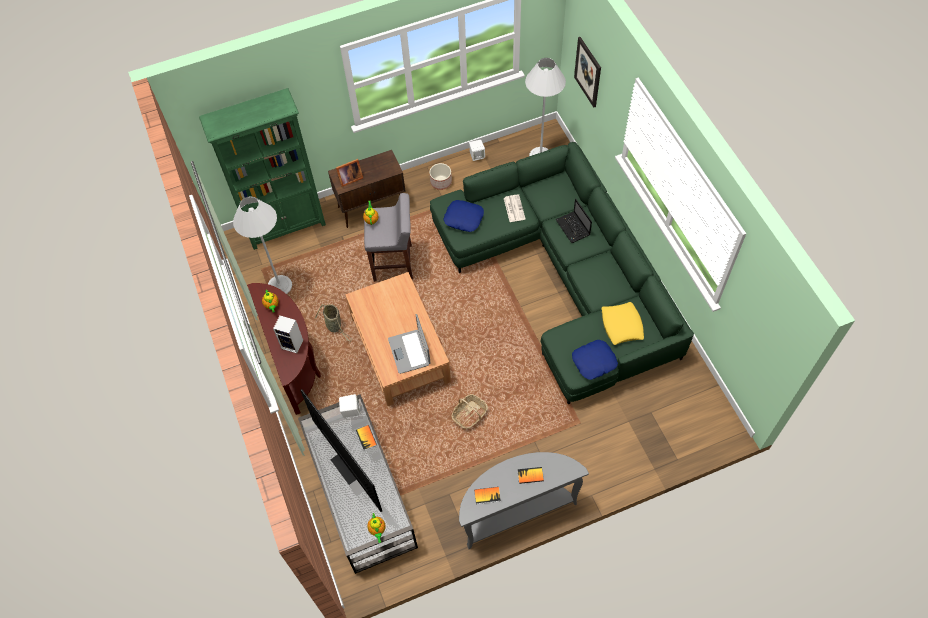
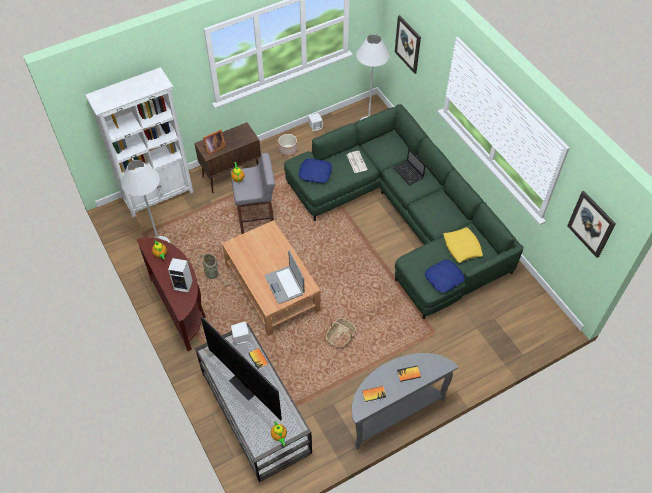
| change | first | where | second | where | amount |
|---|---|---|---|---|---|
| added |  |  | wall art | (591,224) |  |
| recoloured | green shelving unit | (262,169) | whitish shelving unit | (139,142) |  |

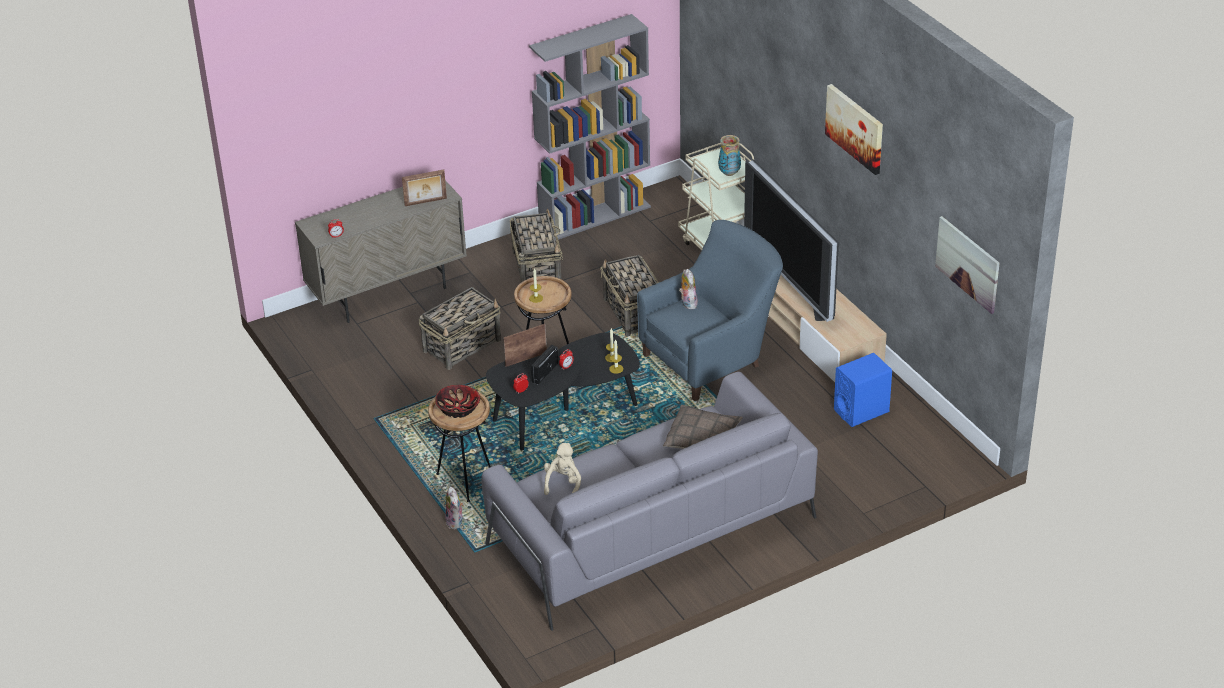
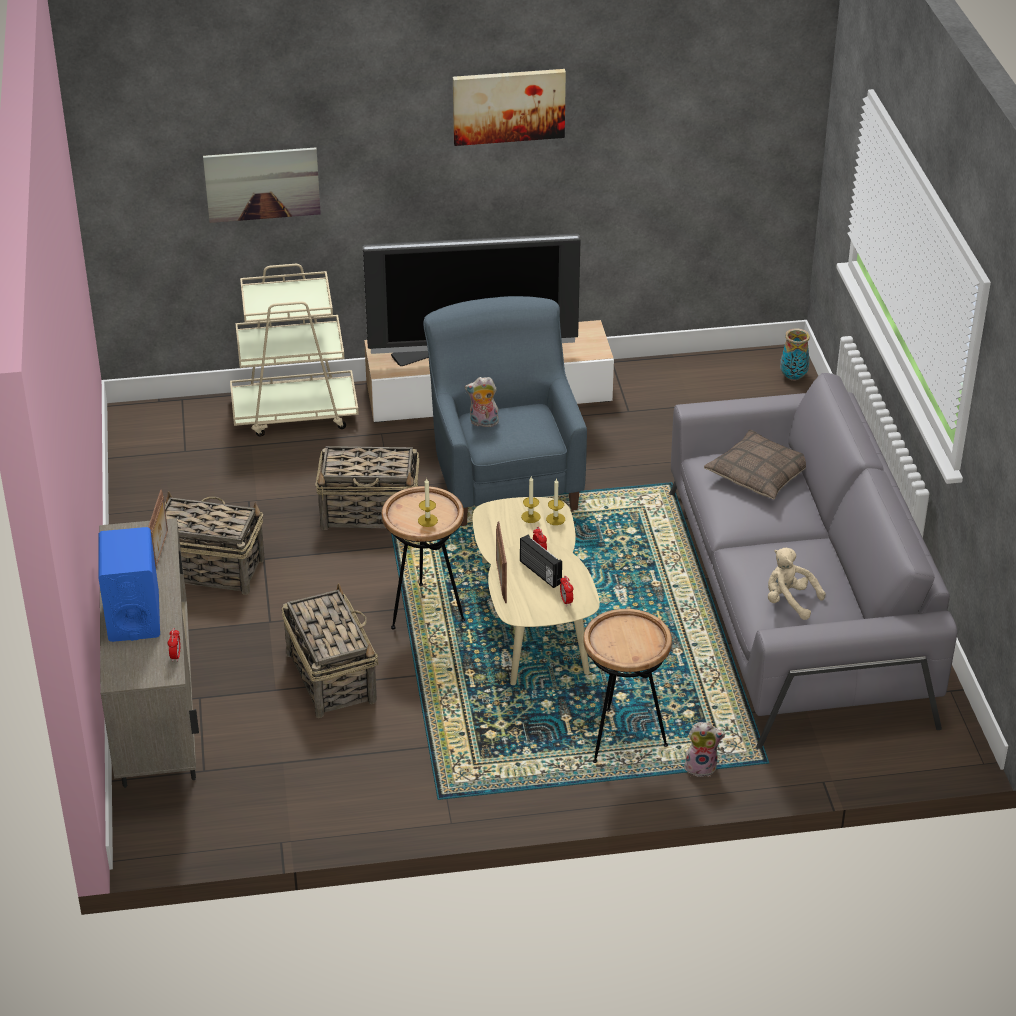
| change | first | where | second | where | amount |
|---|---|---|---|---|---|
| removed | deep dish | (457,401) |  |  |  |
| removed | gray shelving unit | (590,127) |  |  |  |
| moved | flower vase | (729,155) |  | (795,355) |  |
| moved | bluish speaker | (863,390) |  | (129,584) |  |
| moved | wall art | (967,265) |  | (262,185) |  |
| recoloured | blackish lounge table | (563,391) | beige lounge table | (536,591) |  |

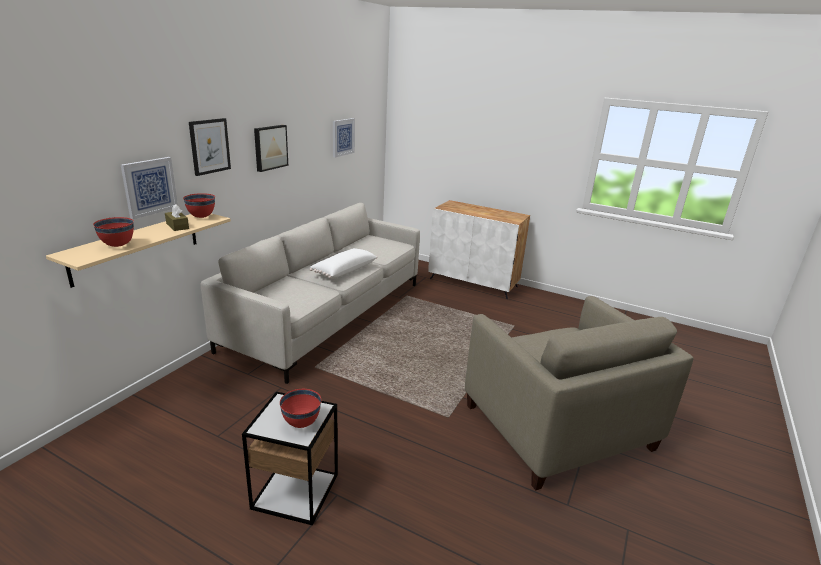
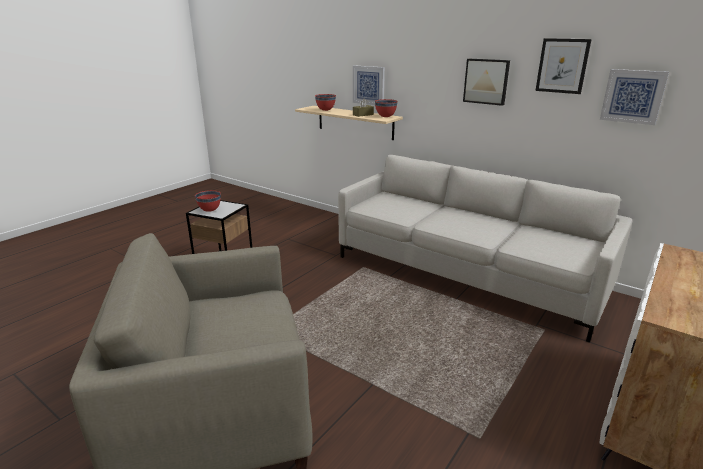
| change | first | where | second | where | amount |
|---|---|---|---|---|---|
| removed | whitish throw pillow | (343,263) |  |  |  |
| moved | wall art | (210,147) |  | (563,66) |  |

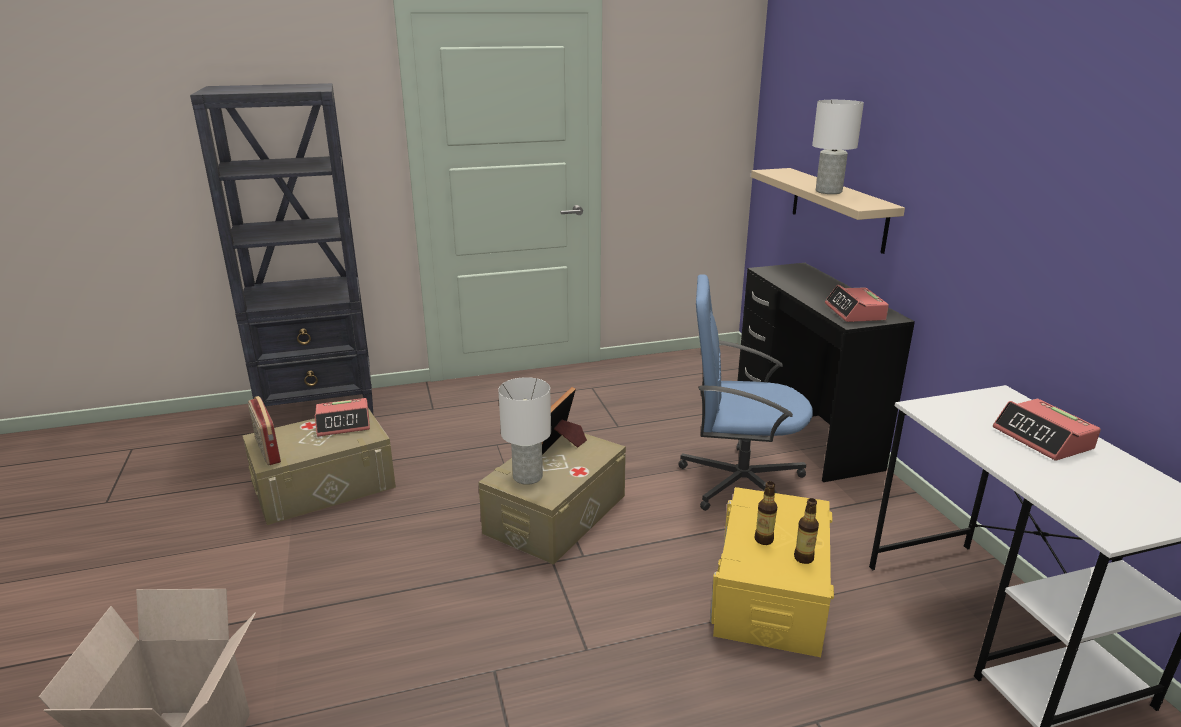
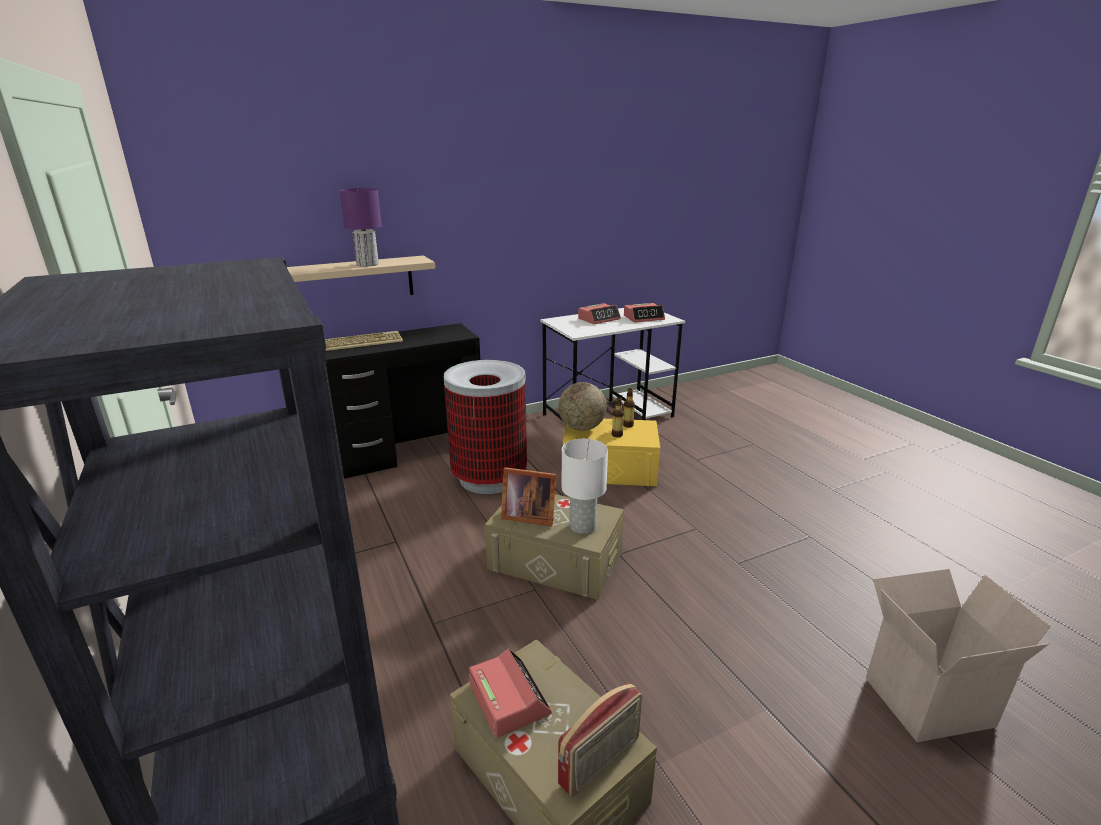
| change | first | where | second | where | amount |
|---|---|---|---|---|---|
| added |  |  | keyboard | (364,341) |  |
| added |  |  | desk globe | (582,406) |  |
| moved | bedside clock | (857,303) |  | (644,312) |  |
| replaced | bluish computer chair | (745,392) | rubbish bin | (485,427) |  |
| recoloured | whitish tabletop lamp | (838,147) | purple tabletop lamp | (360,227) |  |

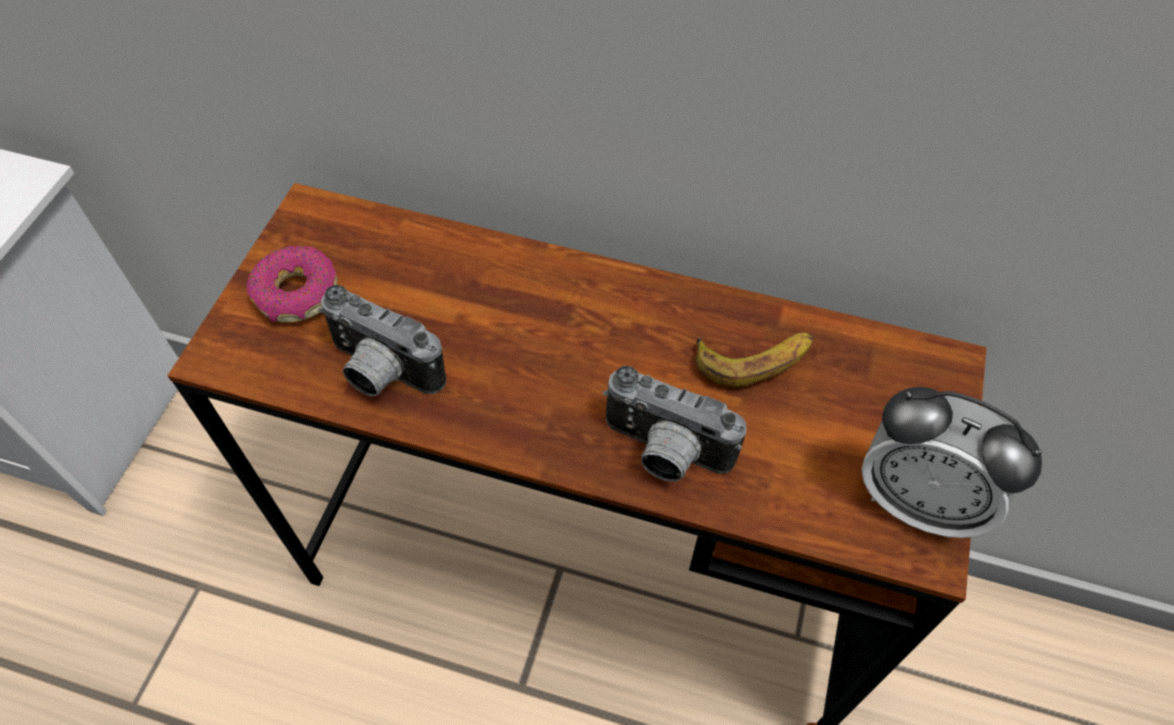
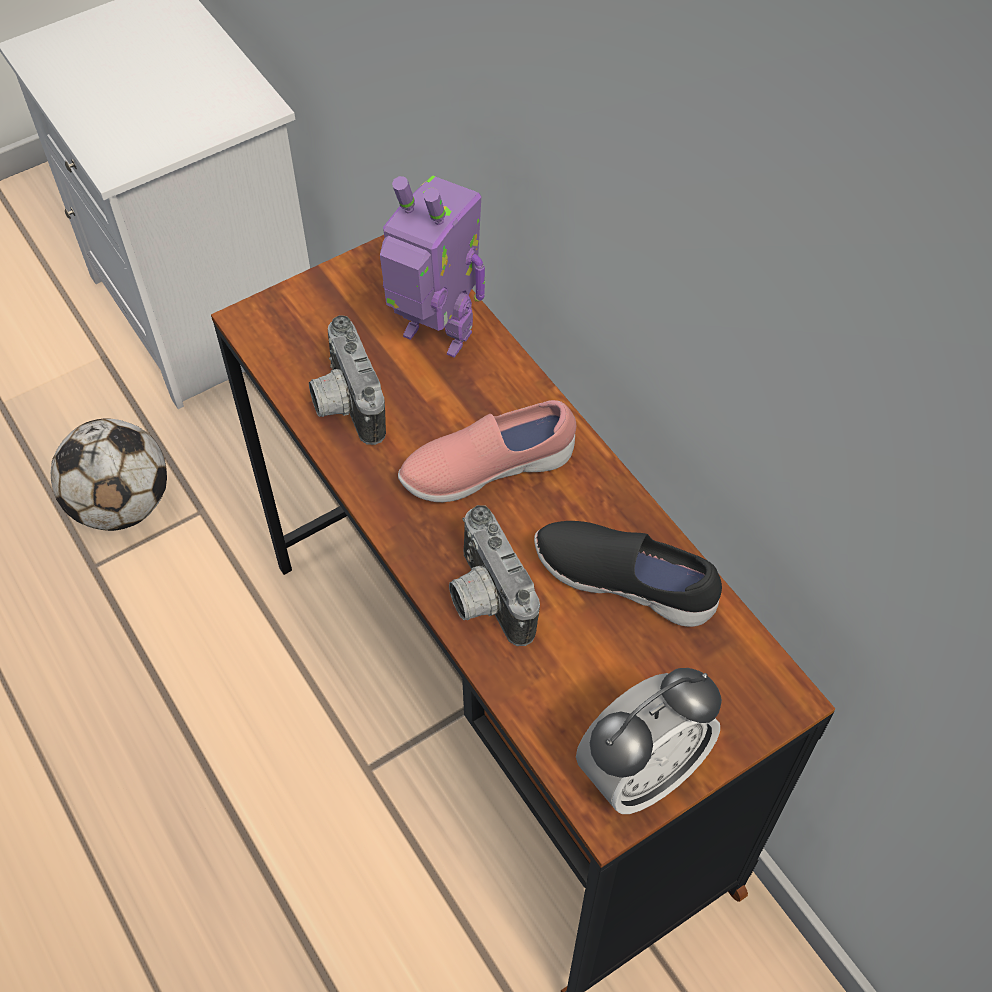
| change | first | where | second | where | amount |
|---|---|---|---|---|---|
| removed | doughnut | (292,284) |  |  |  |
| added |  |  | football ball | (109,474) |  |
| added |  |  | toy robot | (432,266) |  |
| added |  |  | pink item of footwear | (487,451) |  |
| replaced | banana fruit | (754,359) | blackish item of footwear | (628,574) |  |
| turned | bedside clock | (951,462) |  | (649,741) | 105 degrees counterclockwise |

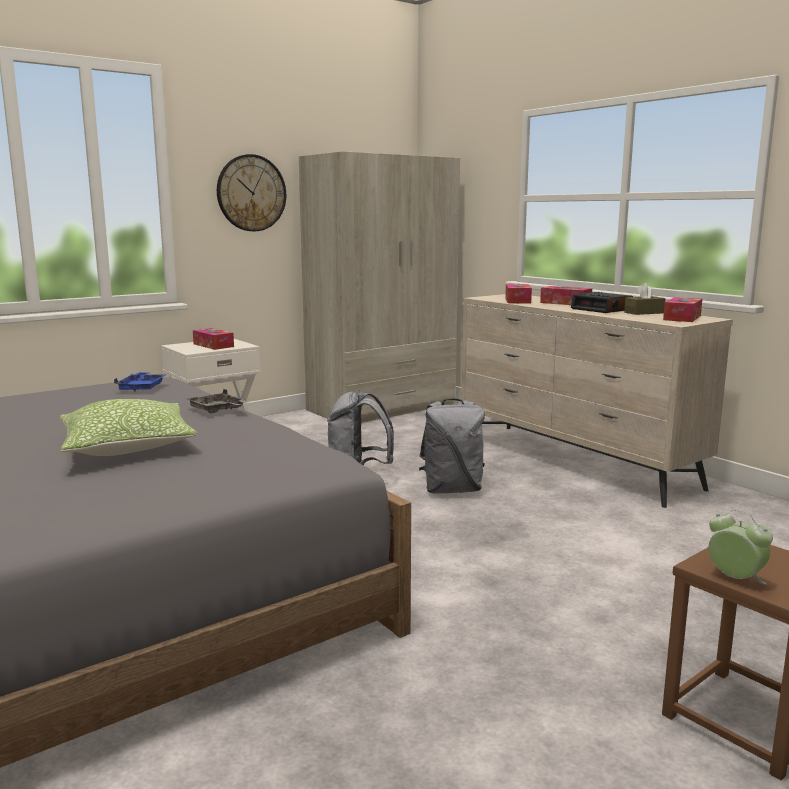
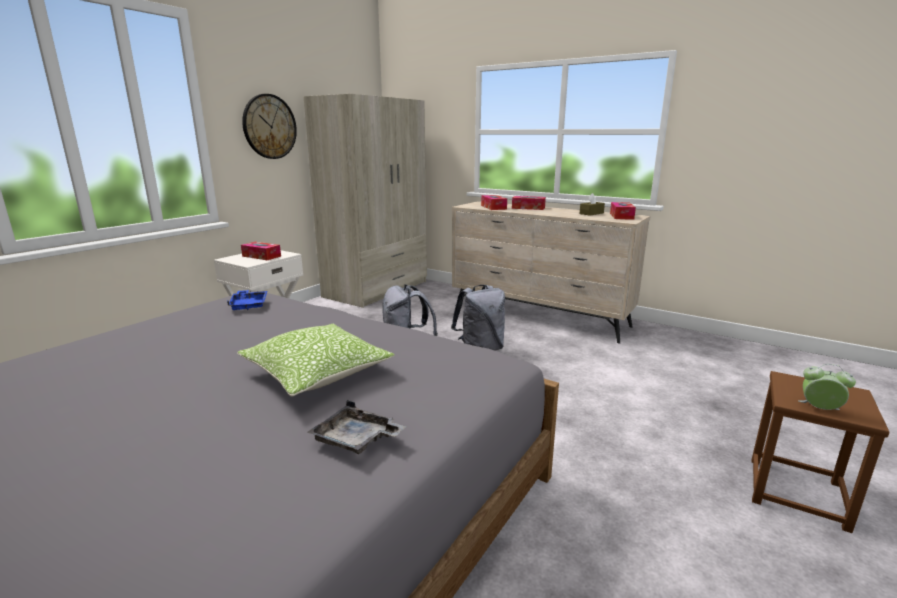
| change | first | where | second | where | amount |
|---|---|---|---|---|---|
| removed | bedside clock | (602,302) |  |  |  |
| moved | gray carrying tray | (218,401) |  | (357,427) |  |

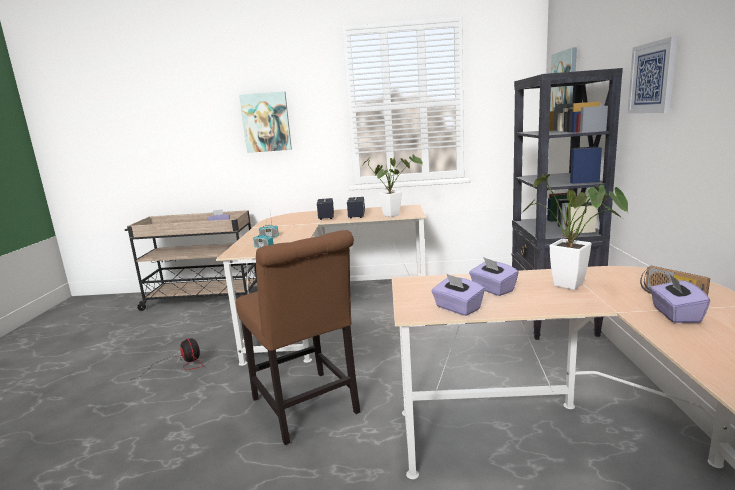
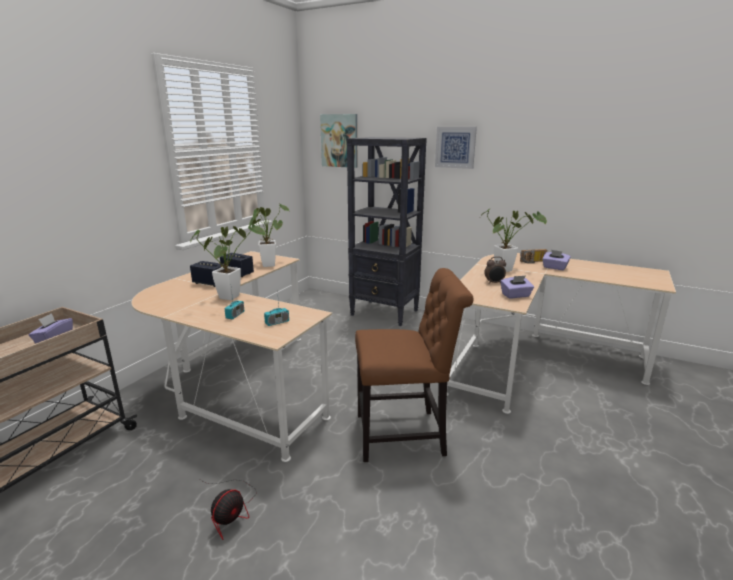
| change | first | where | second | where | amount |
|---|---|---|---|---|---|
| removed | wall art | (265,122) |  |  |  |
| added |  |  | plant in a pot | (227,261) |  |
| replaced | purple box of tissues | (494,276) | bedside clock | (495,270) |  |
| turned | fan | (167,359) |  | (228,509) | 135 degrees clockwise |

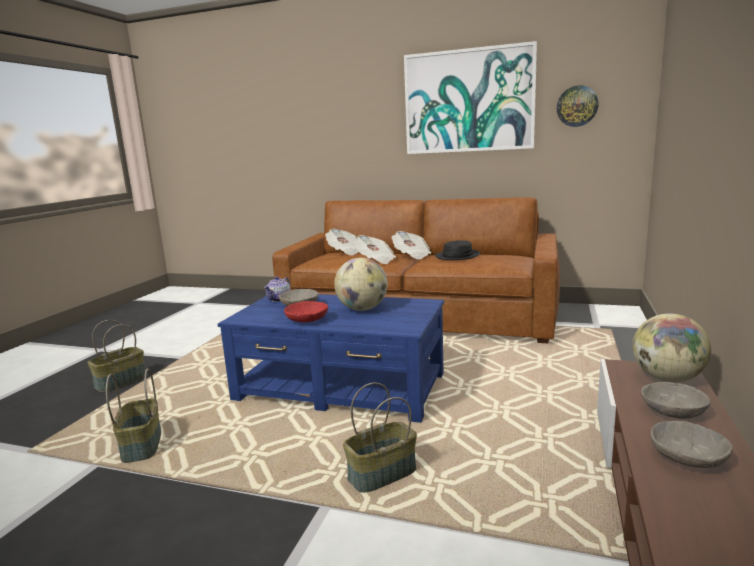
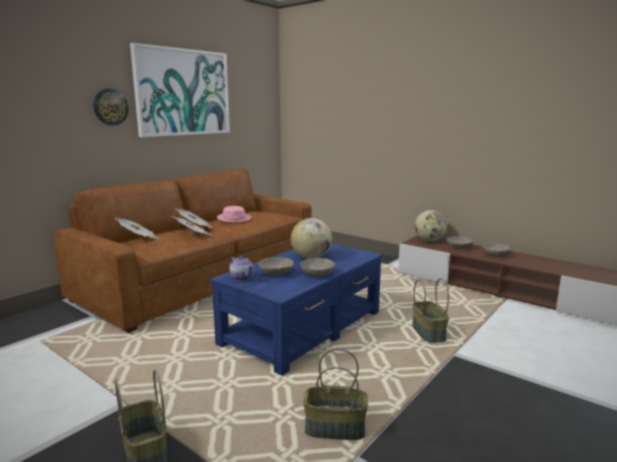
| change | first | where | second | where | amount |
|---|---|---|---|---|---|
| moved | hanging clock | (578,106) |  | (111,107) |  |
| recoloured | reddish deep dish | (306,311) | gray deep dish | (318,267) |  |
| recoloured | blackish hat | (457,250) | pink hat | (234,214) |  |

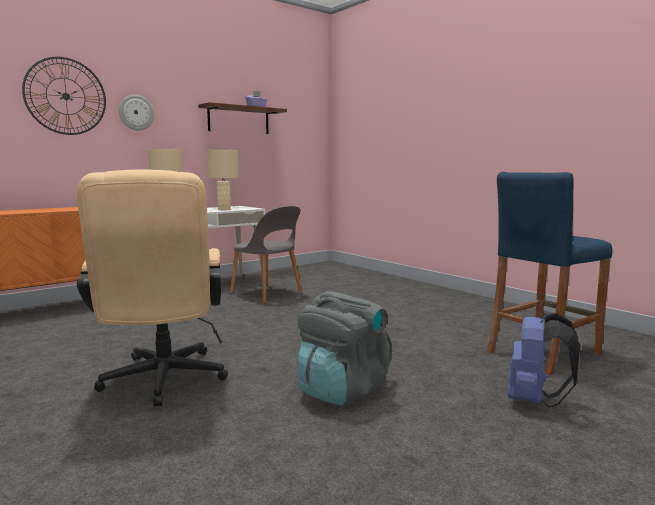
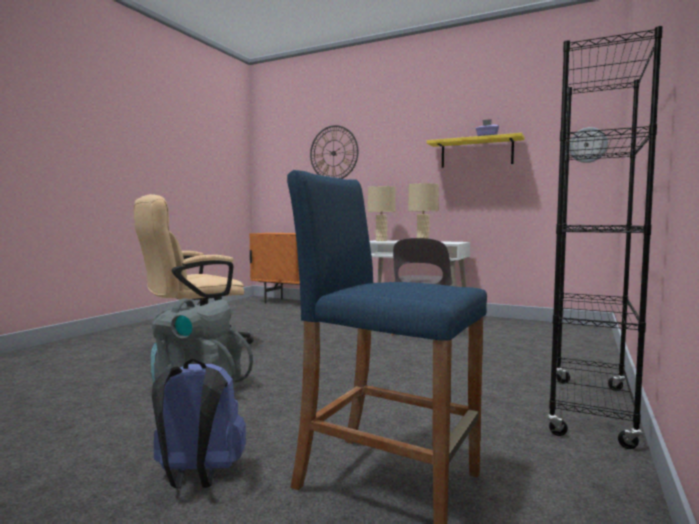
| change | first | where | second | where | amount |
|---|---|---|---|---|---|
| added |  |  | blackish shelving unit | (604,237) |  |
| moved | hanging clock | (136,112) |  | (589,145) |  |
| recoloured | brownish shelf | (242,118) | yellow-coloured shelf | (476,150) |  |

